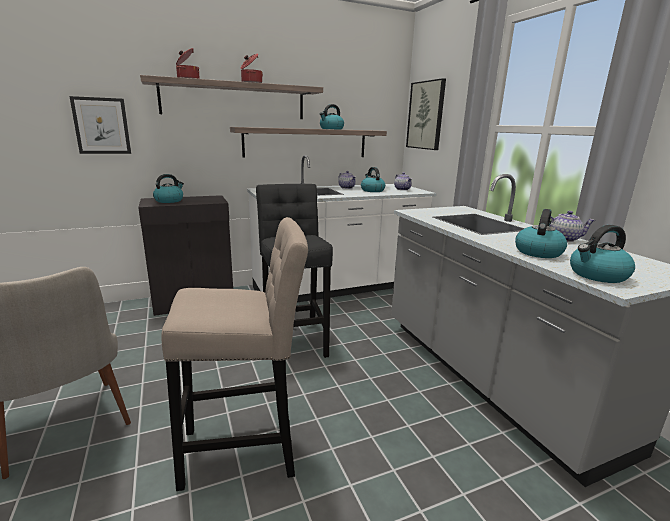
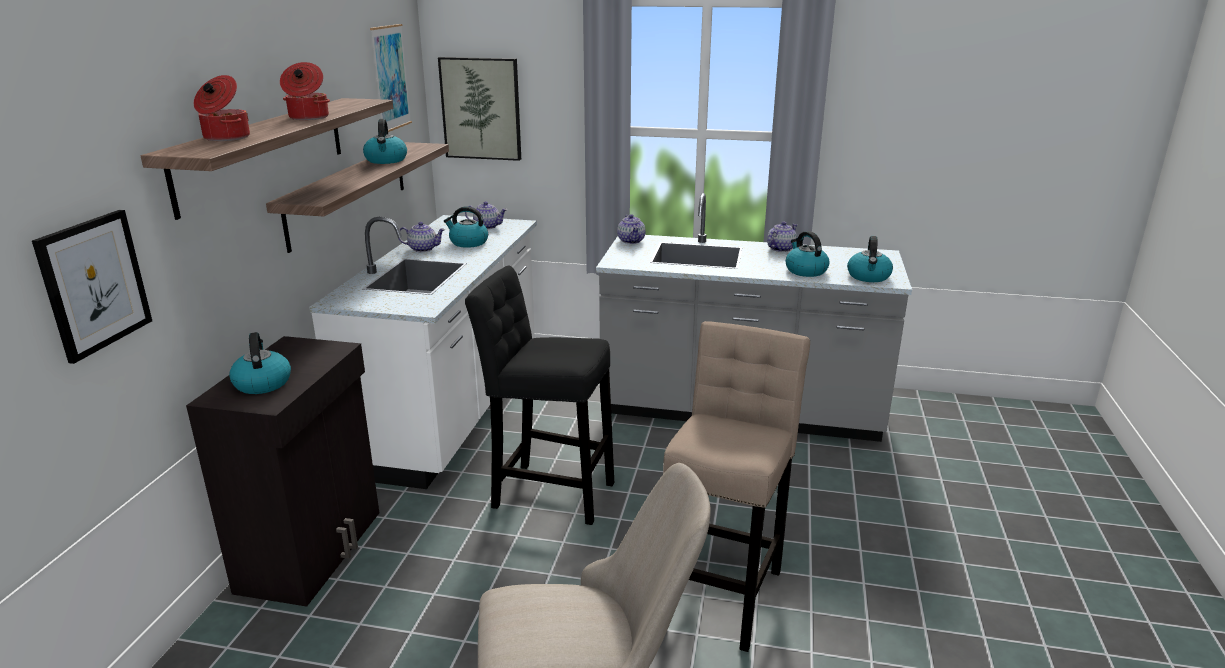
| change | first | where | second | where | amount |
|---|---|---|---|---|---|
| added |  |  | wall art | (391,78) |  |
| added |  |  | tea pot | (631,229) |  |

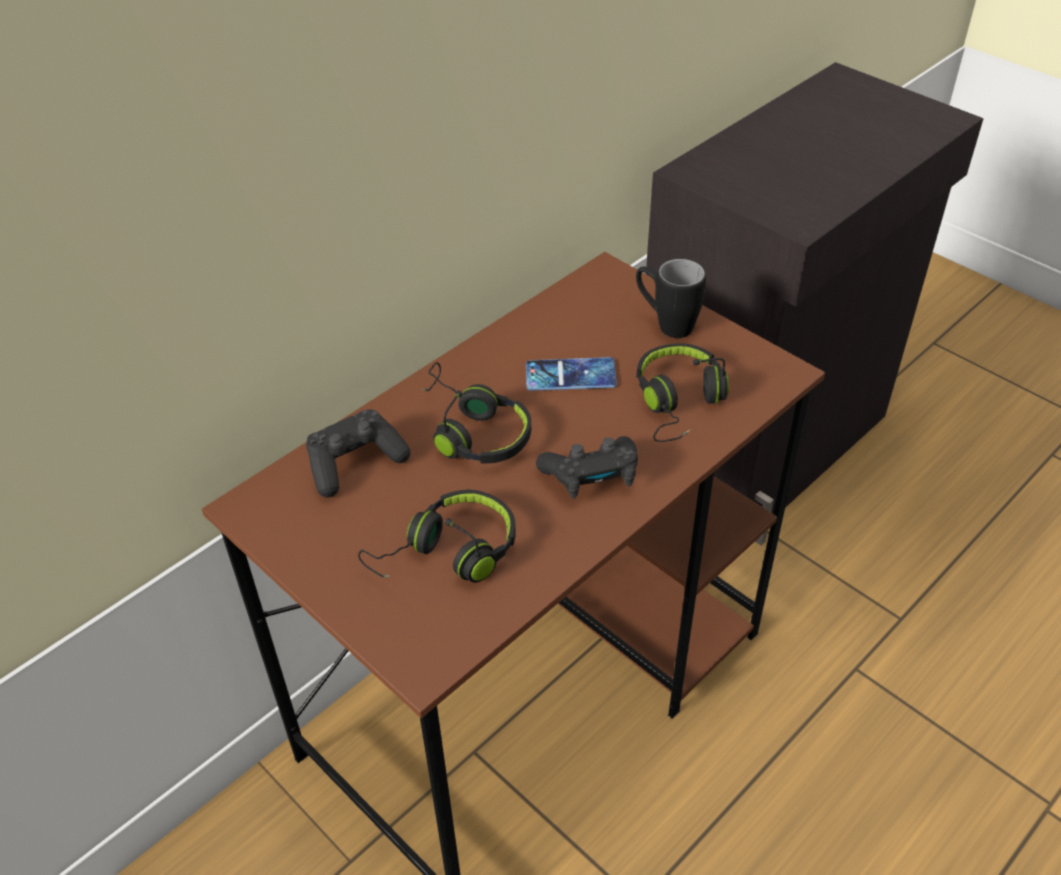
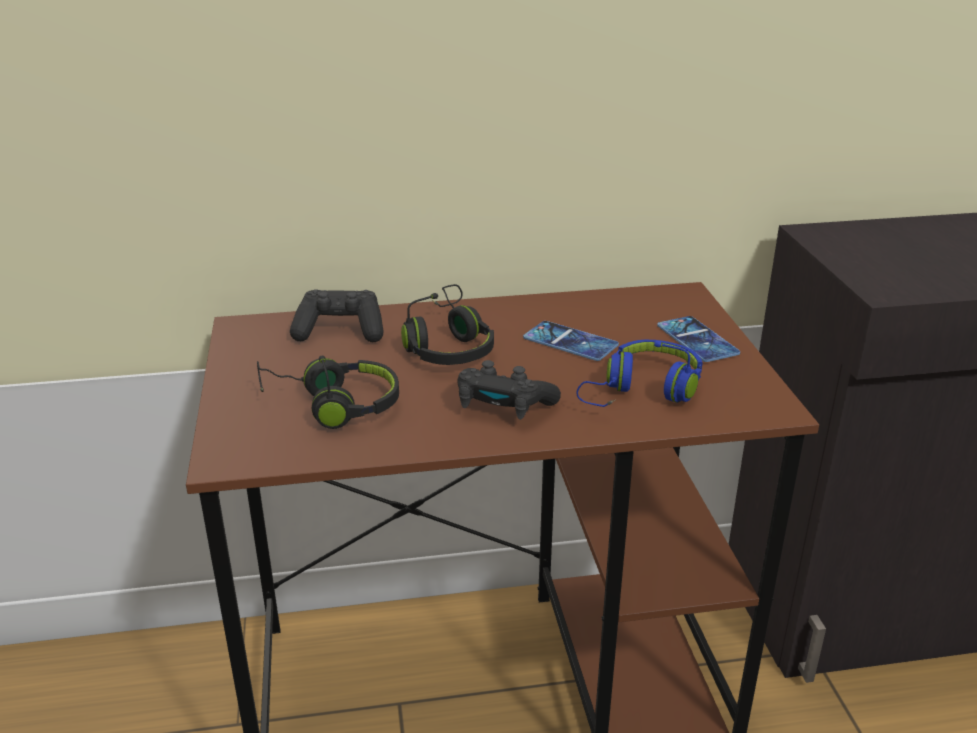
| change | first | where | second | where | amount |
|---|---|---|---|---|---|
| replaced | blackish tea mug | (671,298) | telephone | (698,339) |  |
| recoloured | blackish headset | (683,393) | bluish headset | (639,373) |  |

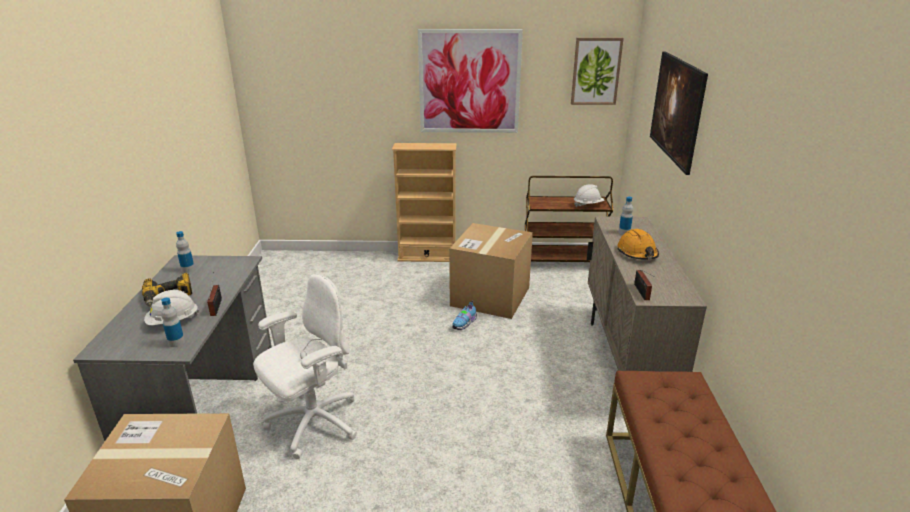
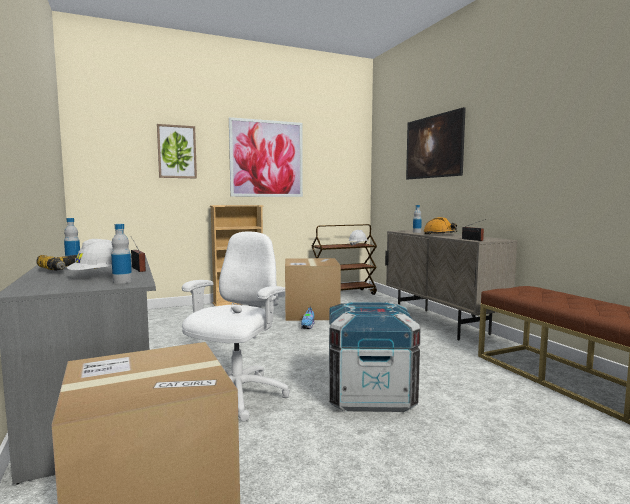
| change | first | where | second | where | amount |
|---|---|---|---|---|---|
| added |  |  | crate | (375,356) |  |
| moved | wall art | (597,71) |  | (177,151) |  |

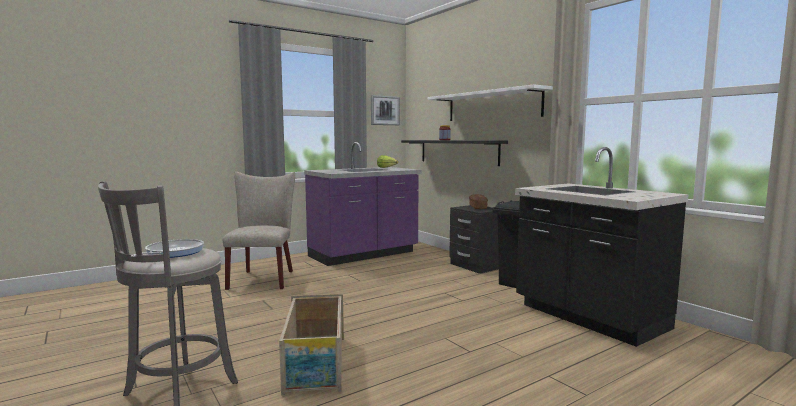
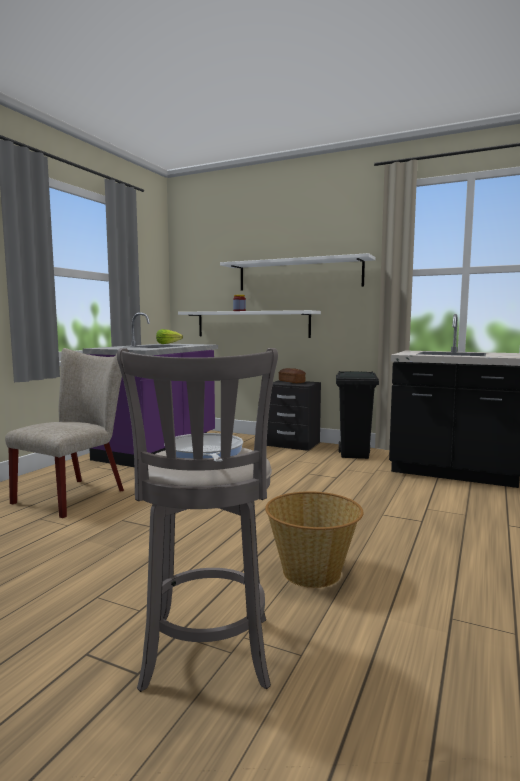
| change | first | where | second | where | amount |
|---|---|---|---|---|---|
| removed | wall art | (385,110) |  |  |  |
| replaced | crate | (311,344) | basket | (314,539) |  |
| recoloured | blackish shelf | (454,153) | whitish shelf | (249,324) |  |
| turned | beige upright chair | (259,231) |  | (64,433) | 60 degrees clockwise |

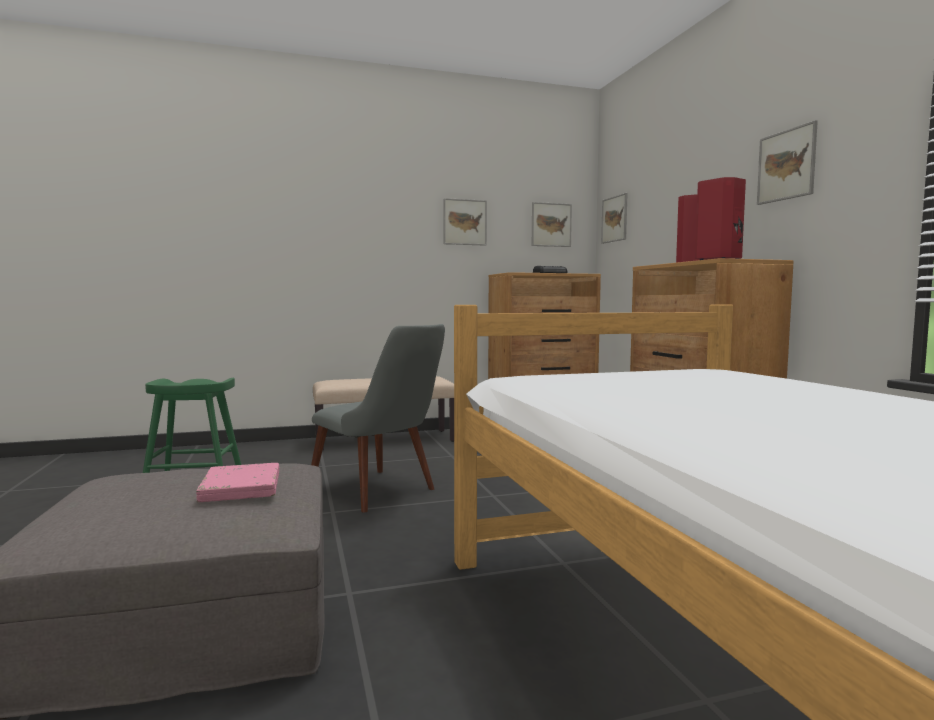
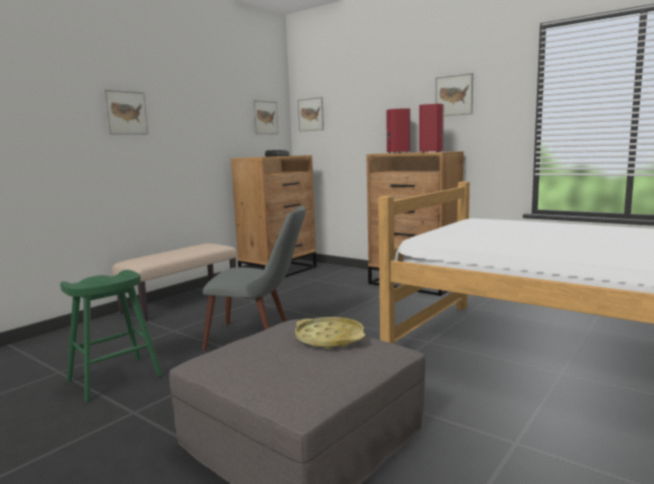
| change | first | where | second | where | amount |
|---|---|---|---|---|---|
| moved | wall art | (465,222) |  | (126,111) |  |
| replaced | pink bound book | (237,482) | yellow-coloured carrying tray | (330,333) |  |

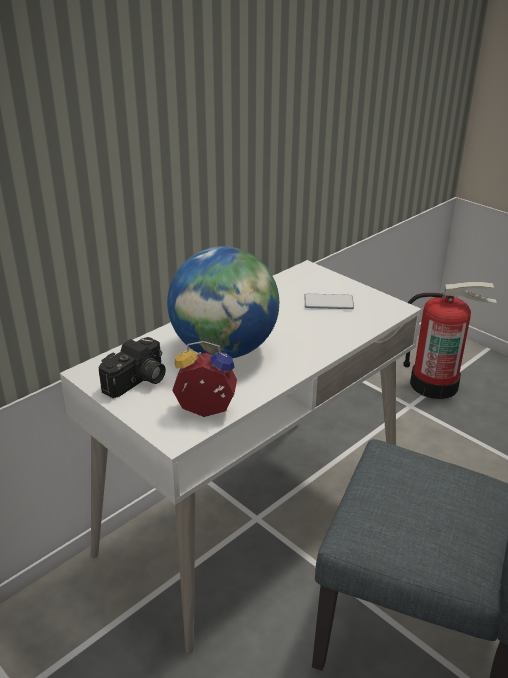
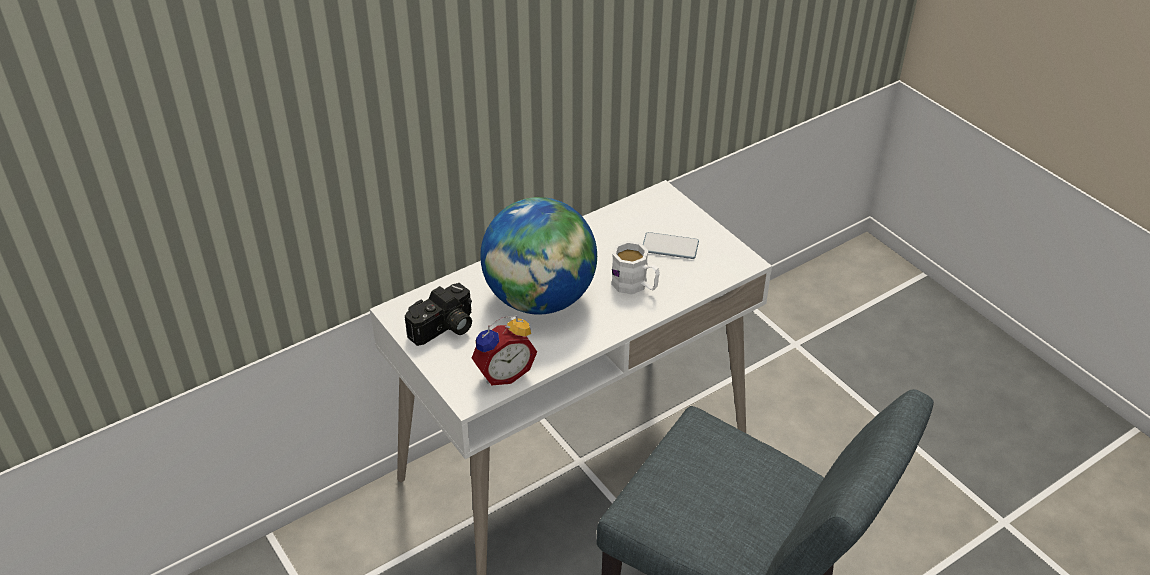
| change | first | where | second | where | amount |
|---|---|---|---|---|---|
| removed | fire-fighting cylinder | (450,340) |  |  |  |
| added |  |  | whitish tea mug | (635,267) |  |
| turned | bedside clock | (204,379) |  | (504,350) | 135 degrees clockwise |

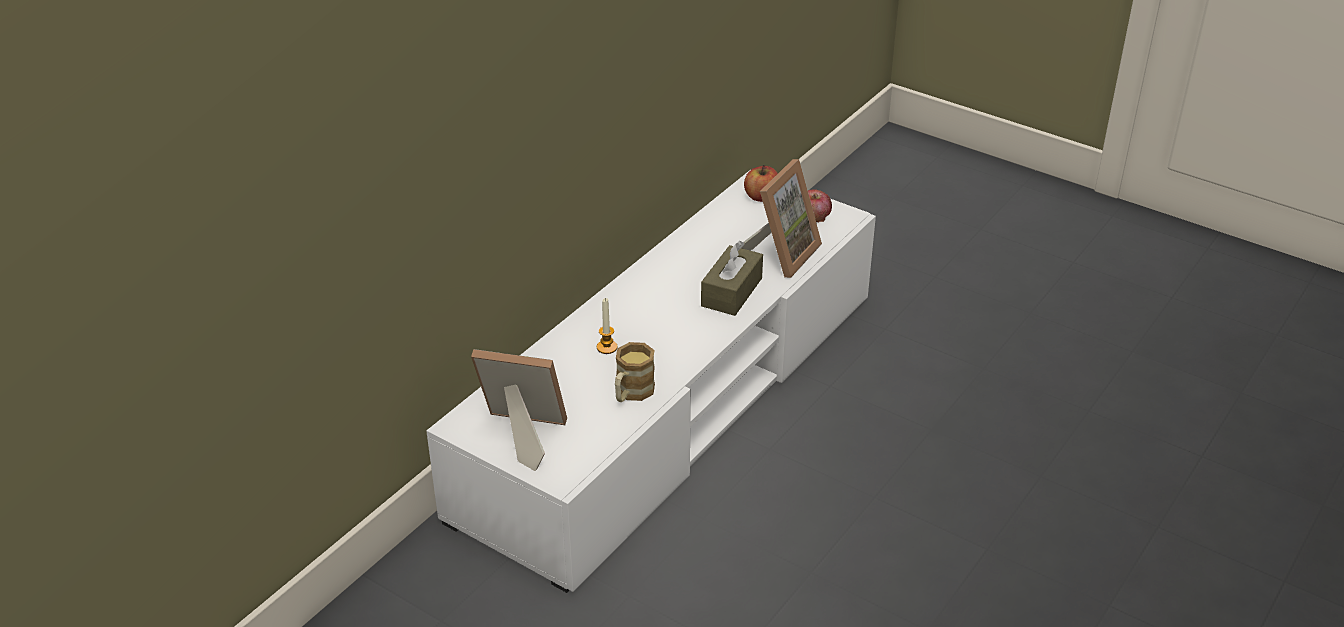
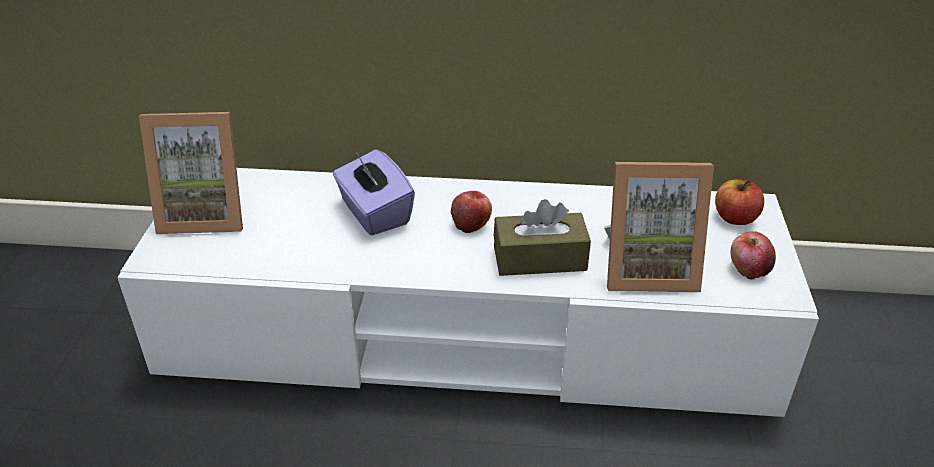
| change | first | where | second | where | amount |
|---|---|---|---|---|---|
| removed | tea mug | (635,372) |  |  |  |
| added |  |  | apple | (471,212) |  |
| replaced | candle | (607,326) | purple box of tissues | (374,192) |  |
| turned | standing frame | (519,410) |  | (191,173) | 105 degrees clockwise |

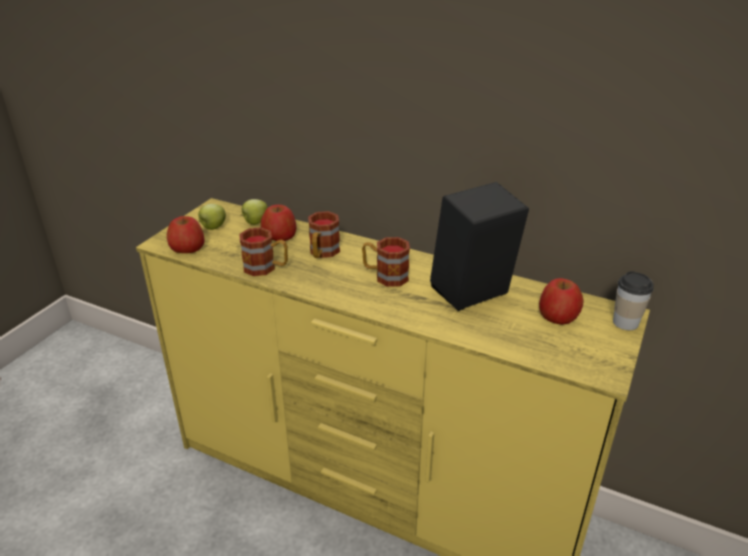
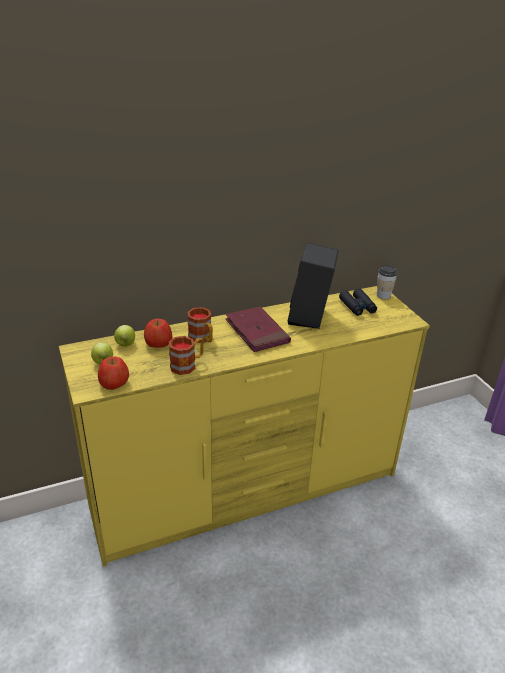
| change | first | where | second | where | amount |
|---|---|---|---|---|---|
| replaced | tea mug | (386,262) | reddish bound book | (258,329) |  |
| replaced | apple | (561,301) | blackish pair of binoculars | (358,302) |  |

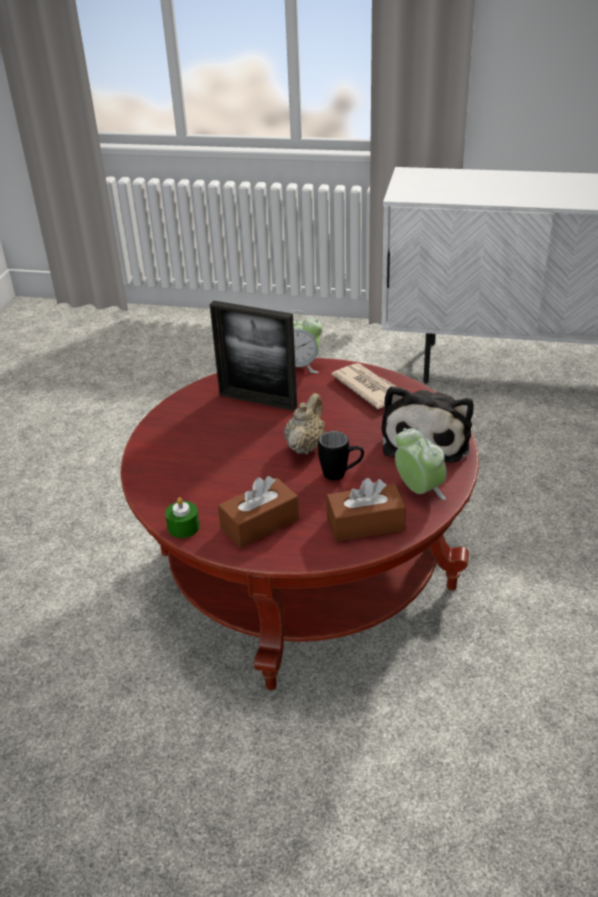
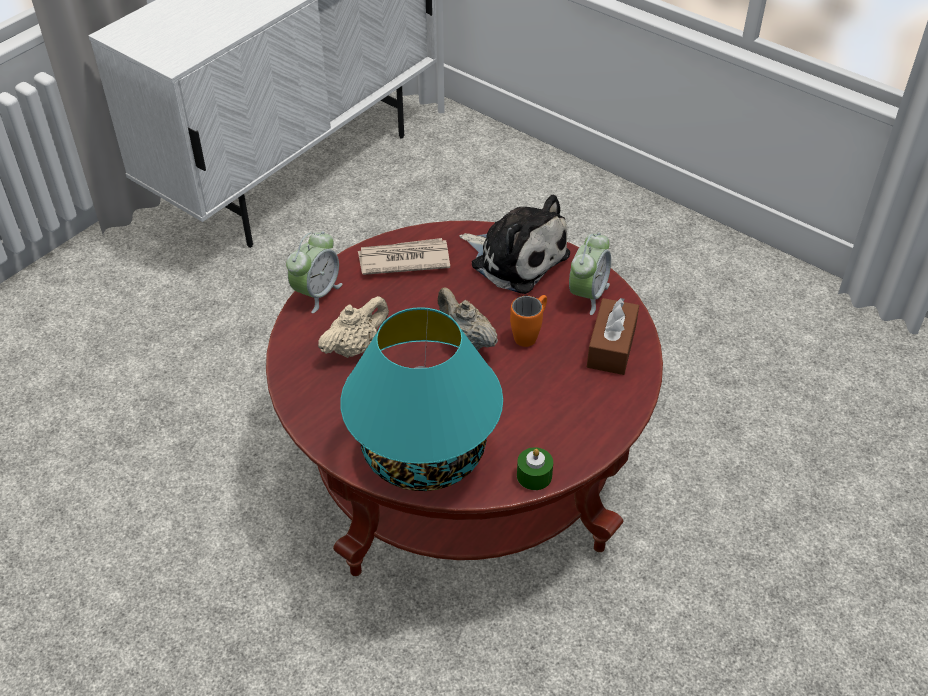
| change | first | where | second | where | amount |
|---|---|---|---|---|---|
| removed | brownish box of tissues | (258,512) |  |  |  |
| added |  |  | turquoise tabletop lamp | (421,399) |  |
| replaced | standing frame | (253,356) | beige tea pot | (353,327) |  |
| recoloured | blackish tea mug | (341,455) | orangey tea mug | (528,321) |  |
| turned | bedside clock | (421,464) |  | (590,273) | 120 degrees clockwise |

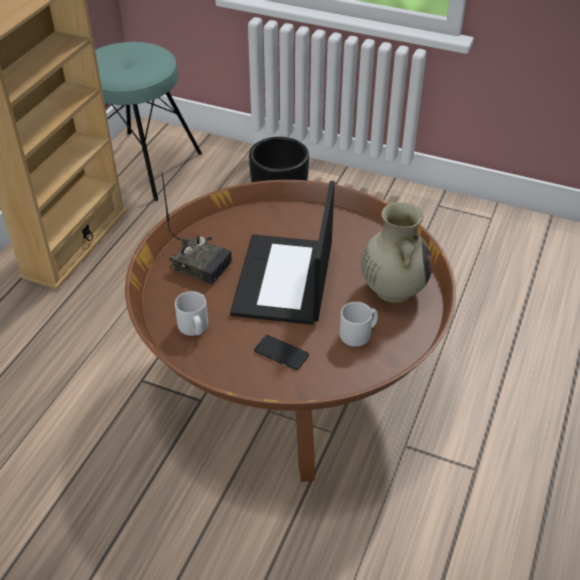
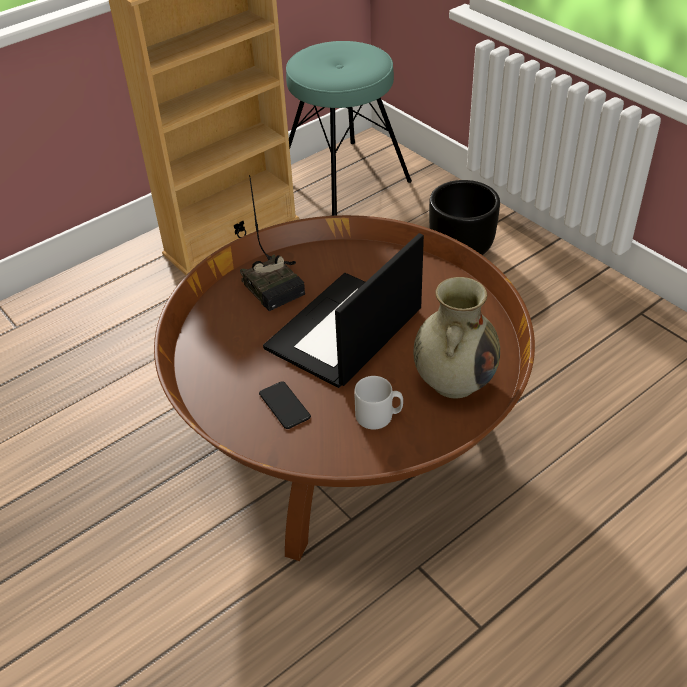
| change | first | where | second | where | amount |
|---|---|---|---|---|---|
| removed | gray tea mug | (191,313) |  |  |  |

